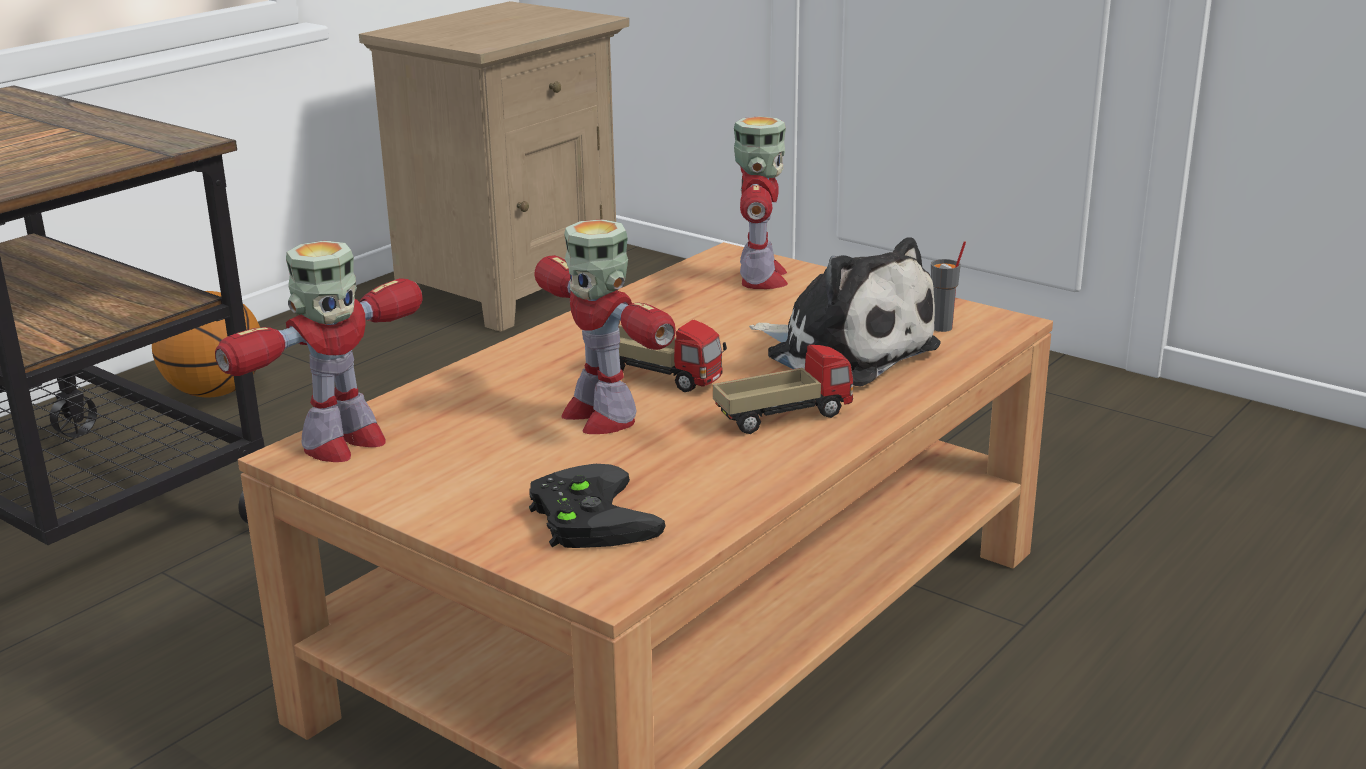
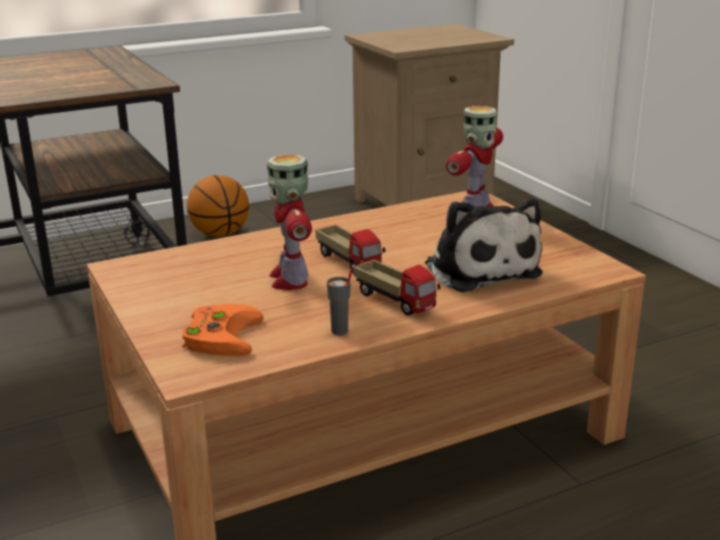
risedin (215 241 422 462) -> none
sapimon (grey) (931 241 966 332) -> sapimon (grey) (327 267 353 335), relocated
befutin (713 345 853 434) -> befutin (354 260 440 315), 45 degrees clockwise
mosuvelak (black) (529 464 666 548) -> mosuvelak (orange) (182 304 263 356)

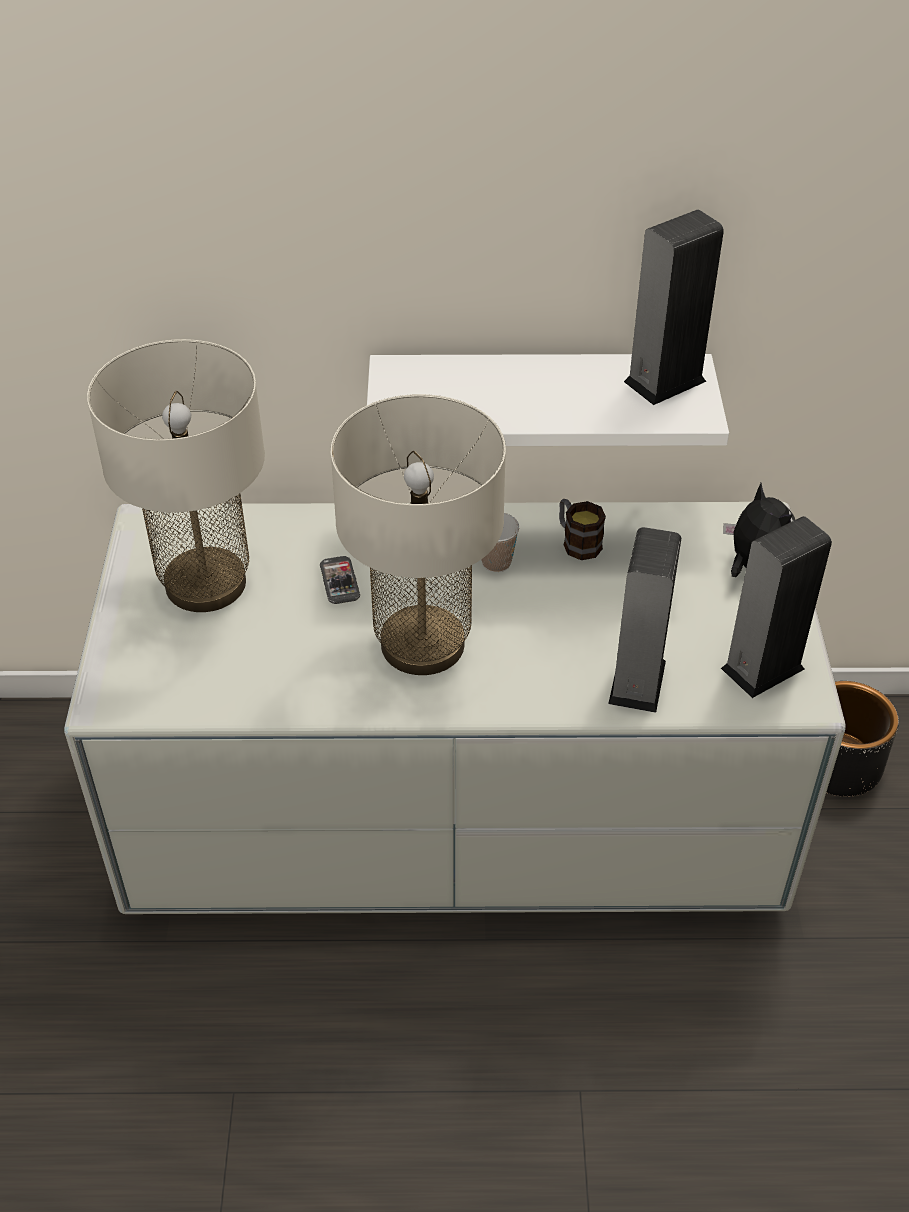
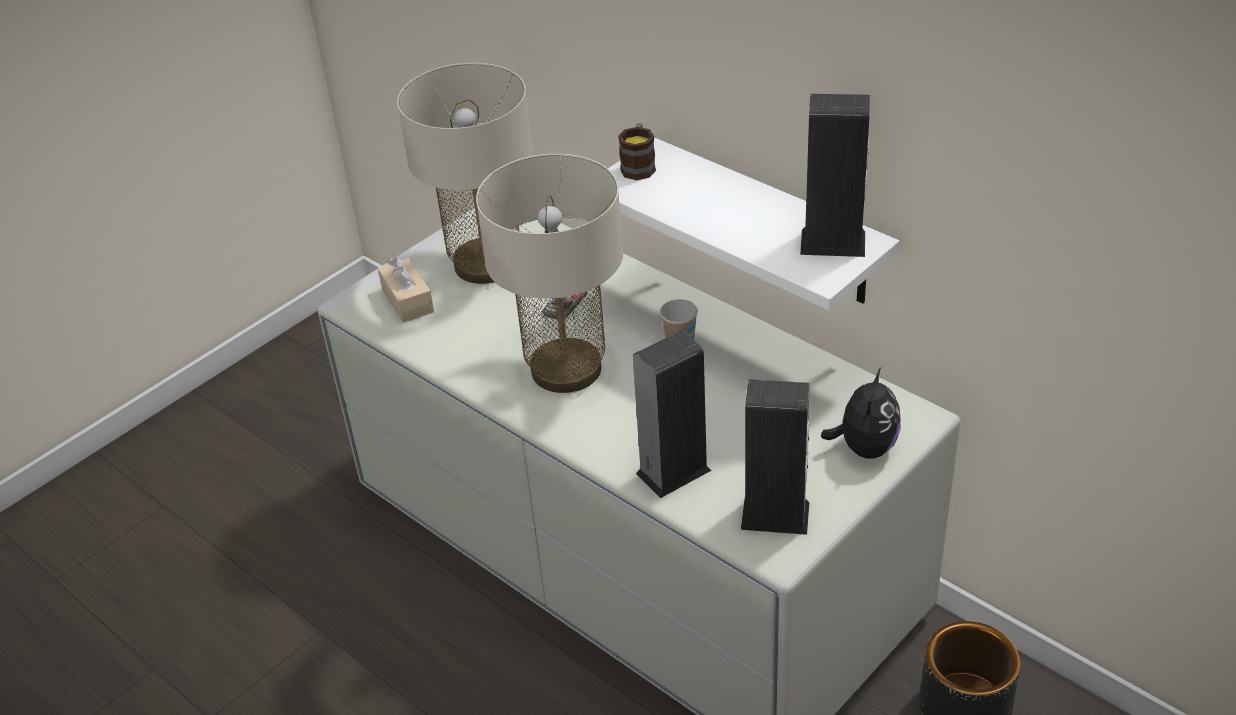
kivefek (559 499 606 560) -> kivefek (618 123 656 180), relocated
none -> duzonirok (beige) (378 257 434 323)

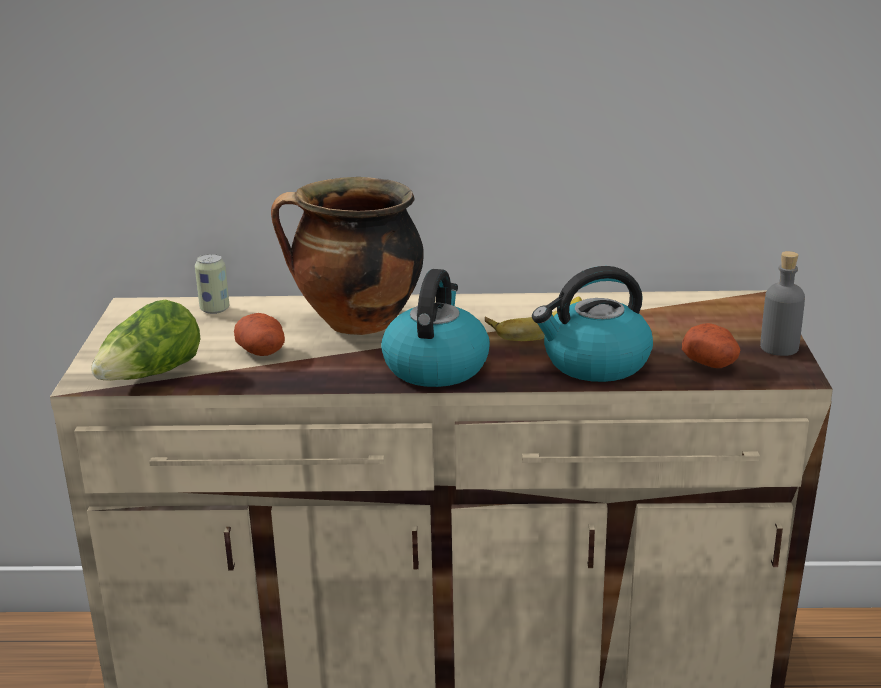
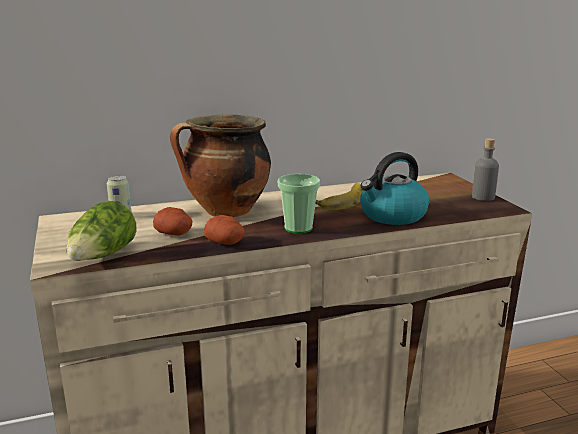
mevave (381 269 490 387) -> sapimon (278 174 320 234)
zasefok (682 323 740 368) -> zasefok (204 215 244 245), relocated

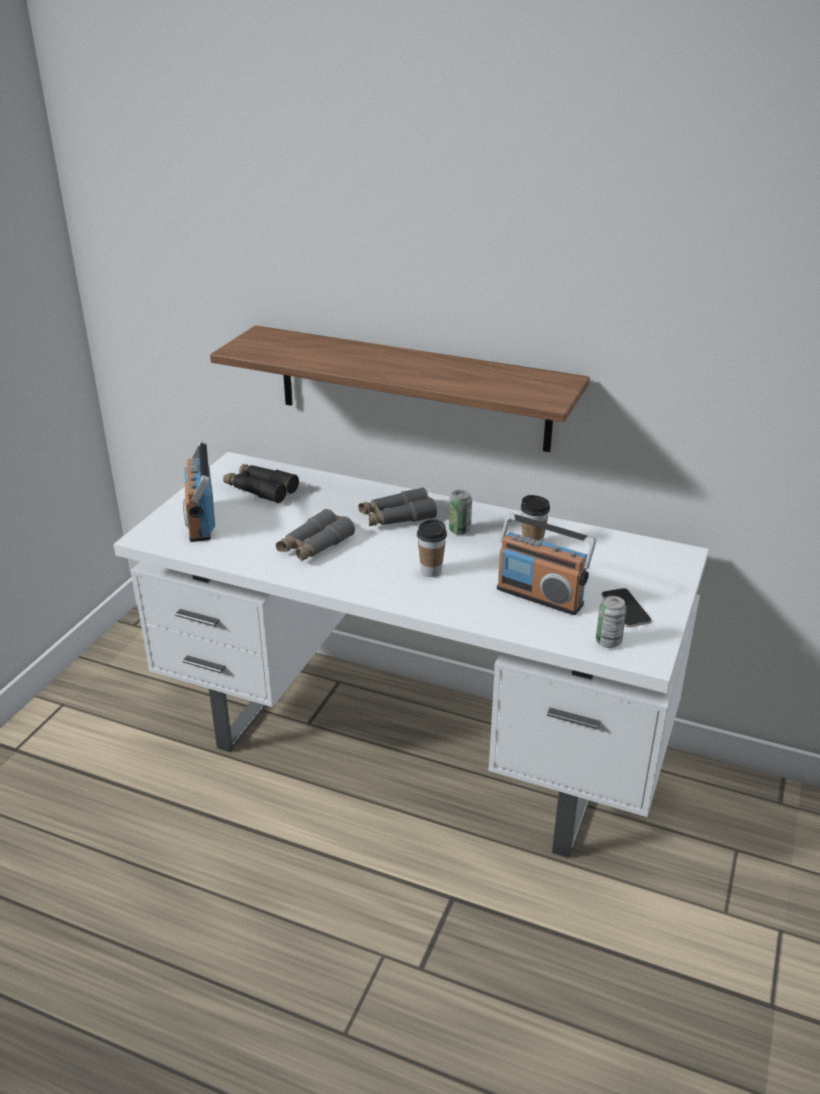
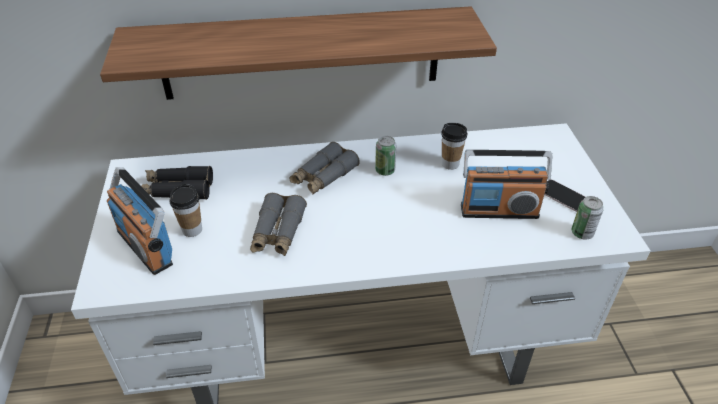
sapimon (417 519 447 577) -> sapimon (169 184 202 237), relocated

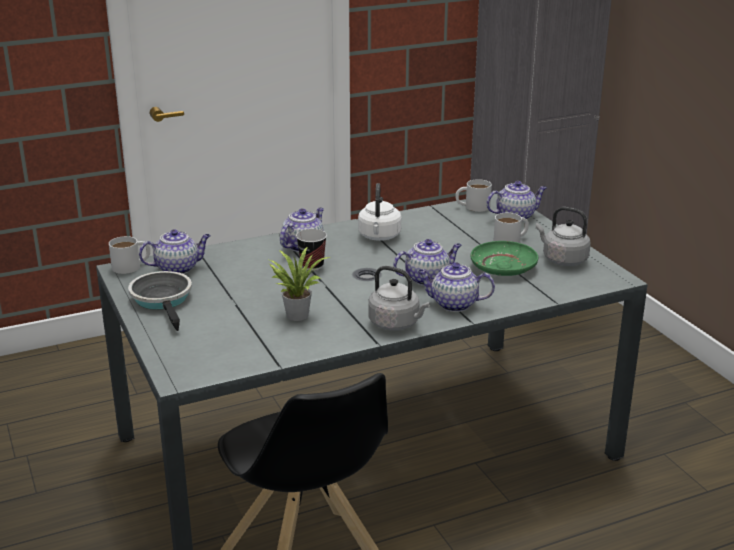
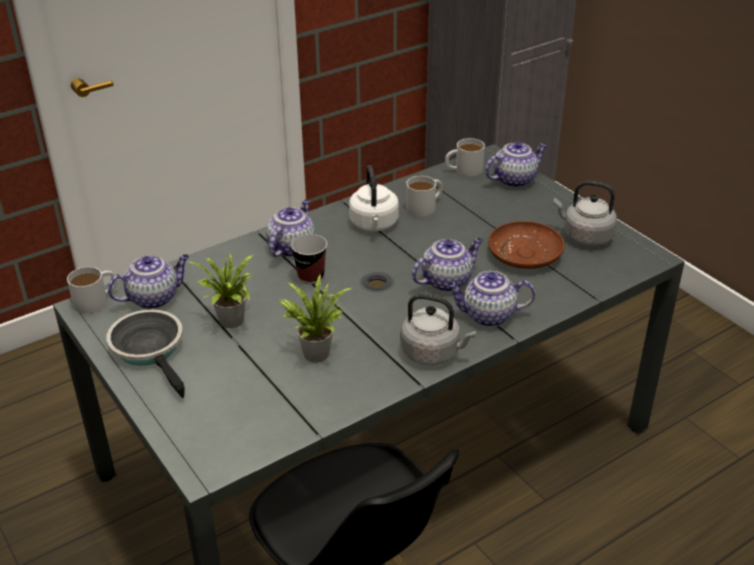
kivefek (white) (494 213 529 243) -> kivefek (white) (406 176 443 216), relocated
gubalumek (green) (470 241 538 276) -> gubalumek (brown) (488 221 564 269)
none -> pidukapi (189 253 254 328)

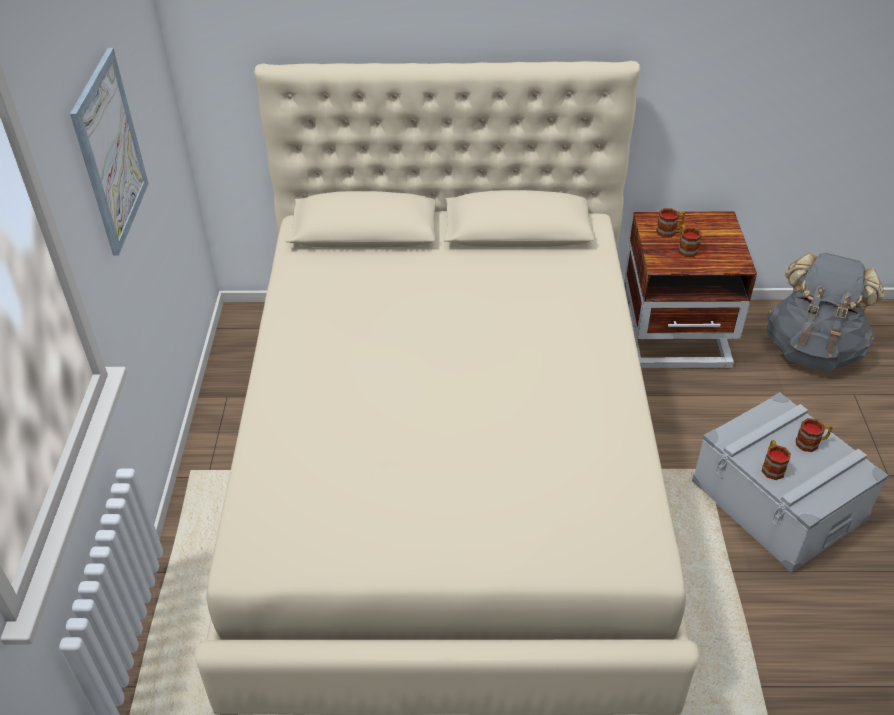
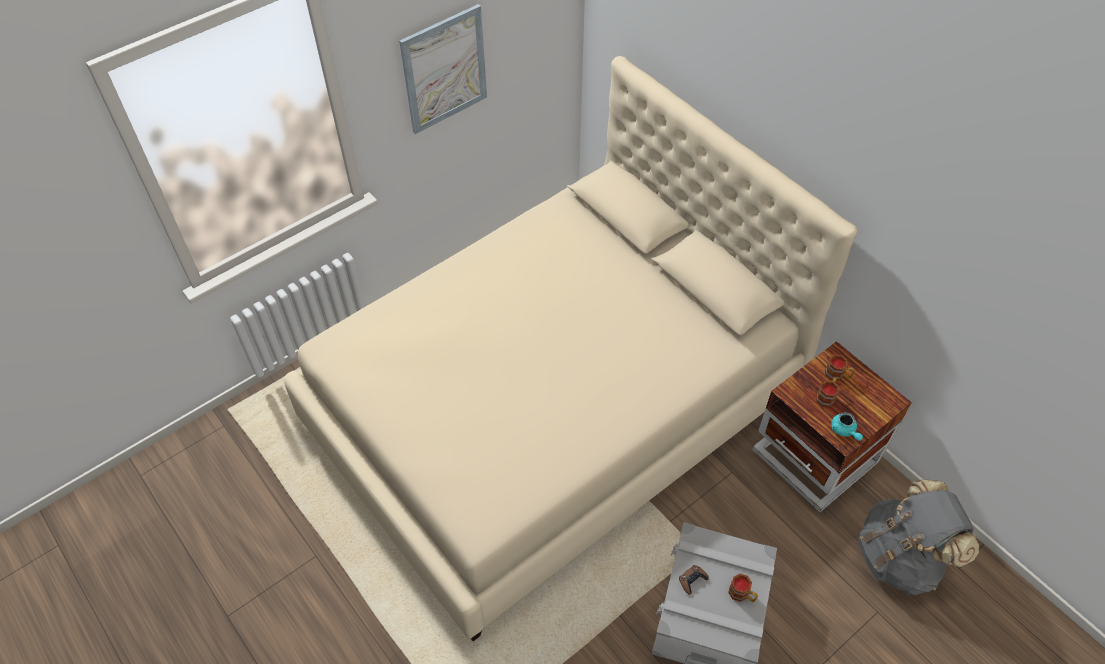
kivefek (762 440 791 480) -> mosuvelak (brown) (679 565 709 594)
none -> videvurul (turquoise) (831 412 863 441)

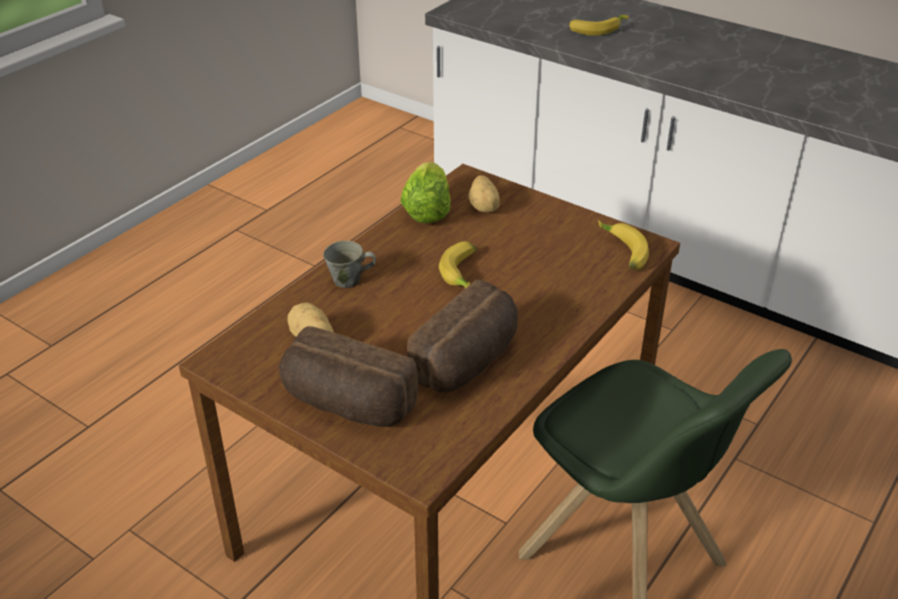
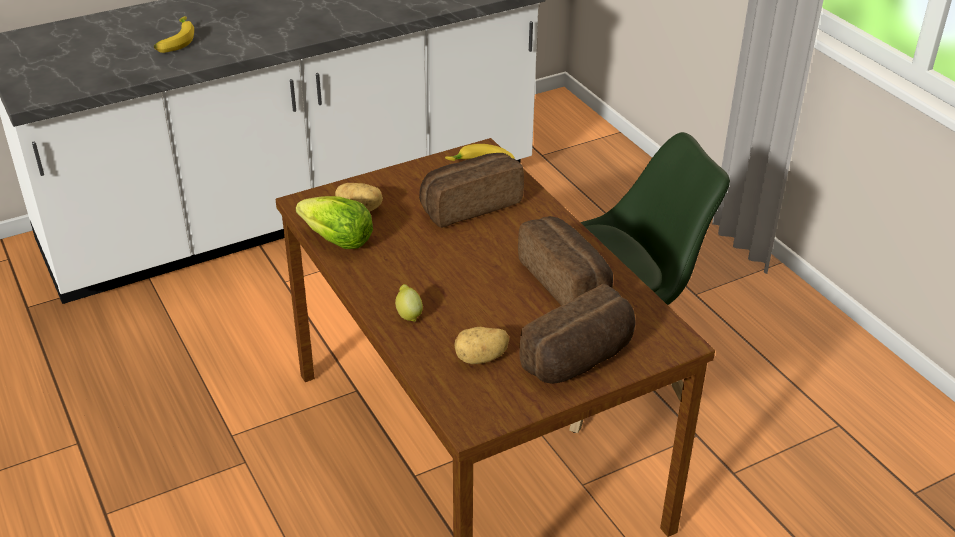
kivefek (grey) (323 241 376 288) -> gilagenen (395 284 423 322)
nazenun (439 241 476 288) -> none
none -> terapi (419 153 524 228)

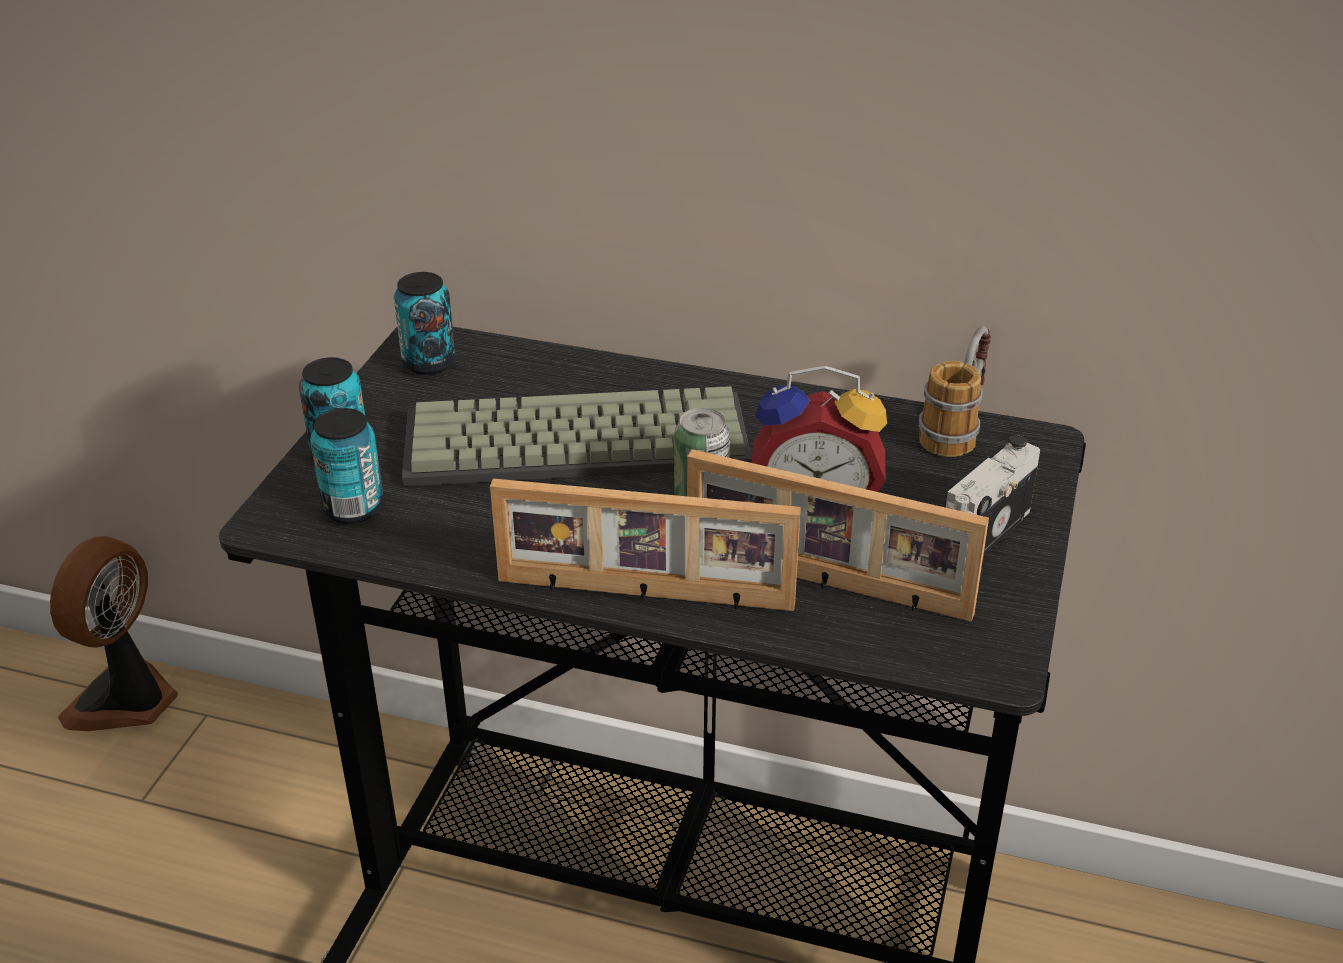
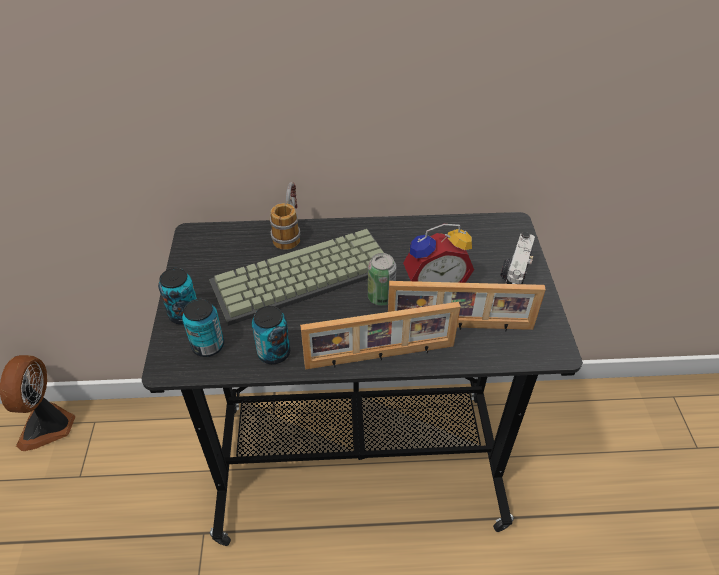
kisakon (394 272 456 375) -> kisakon (252 306 290 364), relocated
kivefek (919 326 991 457) -> kivefek (270 182 300 250), relocated

